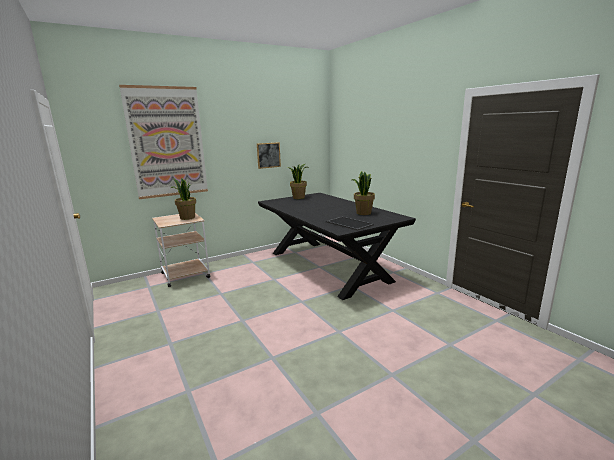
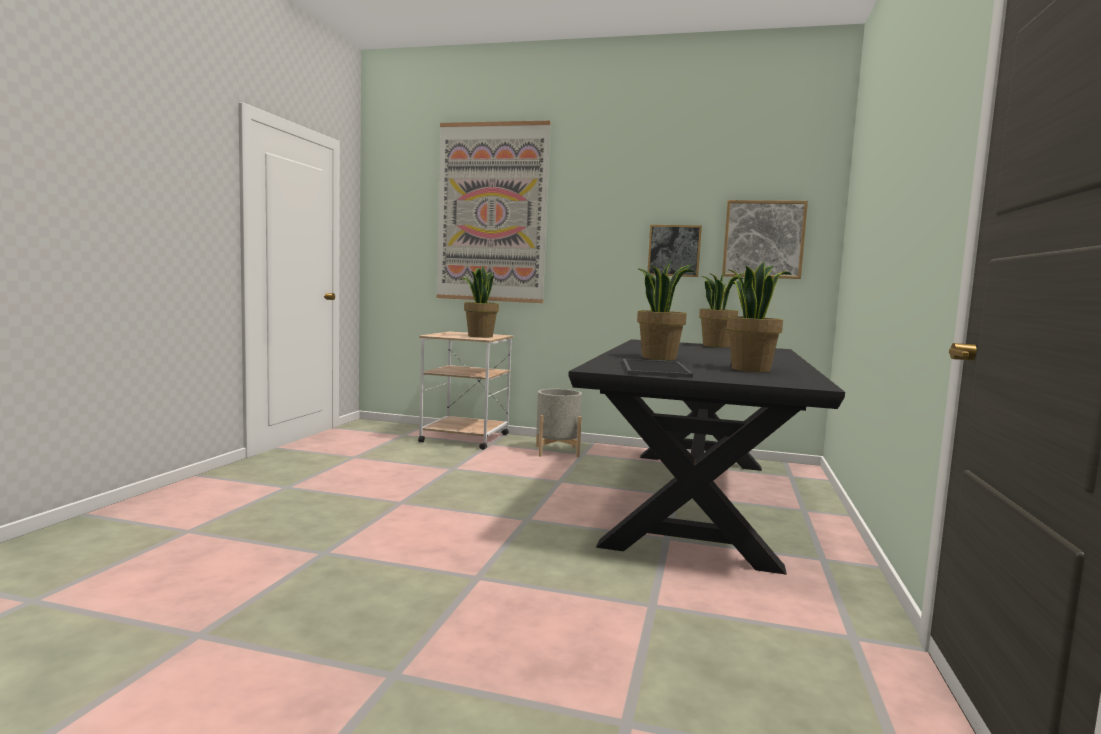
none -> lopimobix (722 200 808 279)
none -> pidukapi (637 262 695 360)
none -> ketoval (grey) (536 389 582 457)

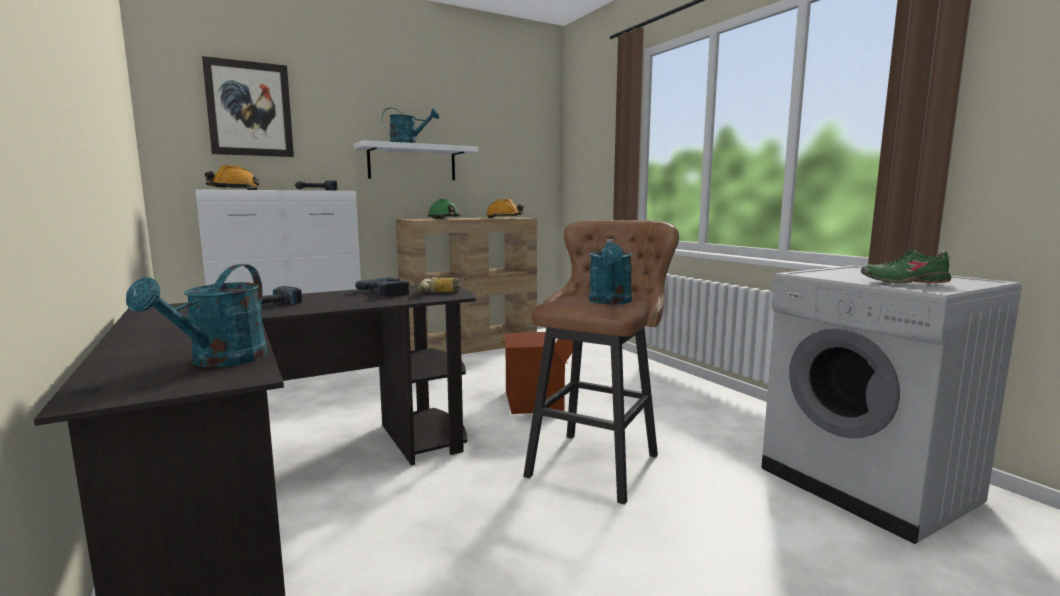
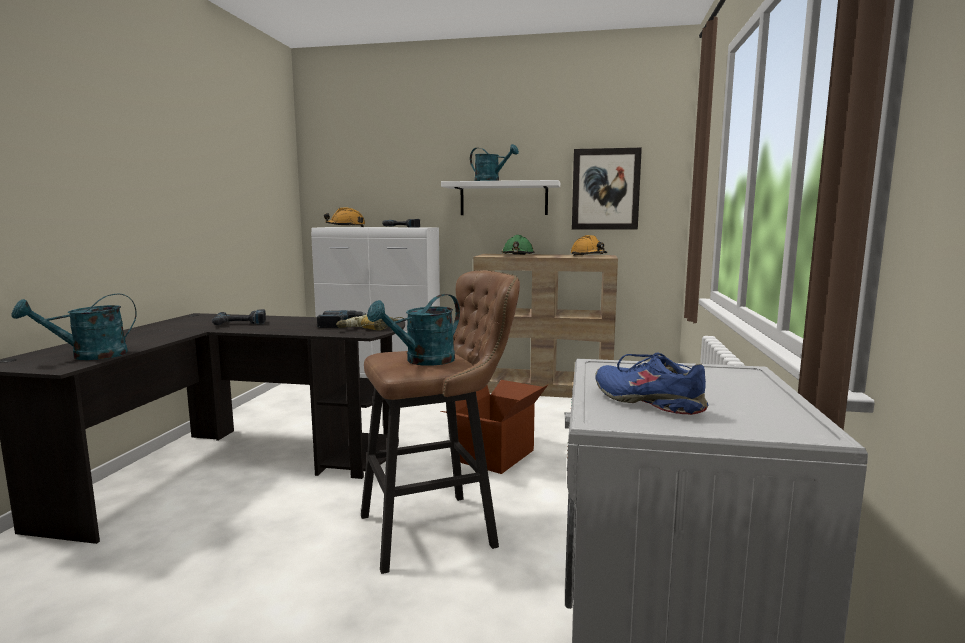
lopimobix (202 56 294 157) -> lopimobix (572 148 642 230), relocated
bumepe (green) (861 250 951 283) -> bumepe (blue) (595 353 708 415)

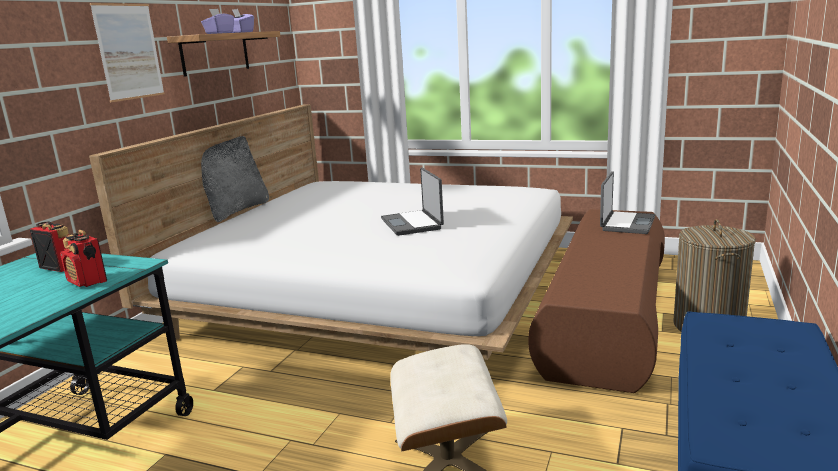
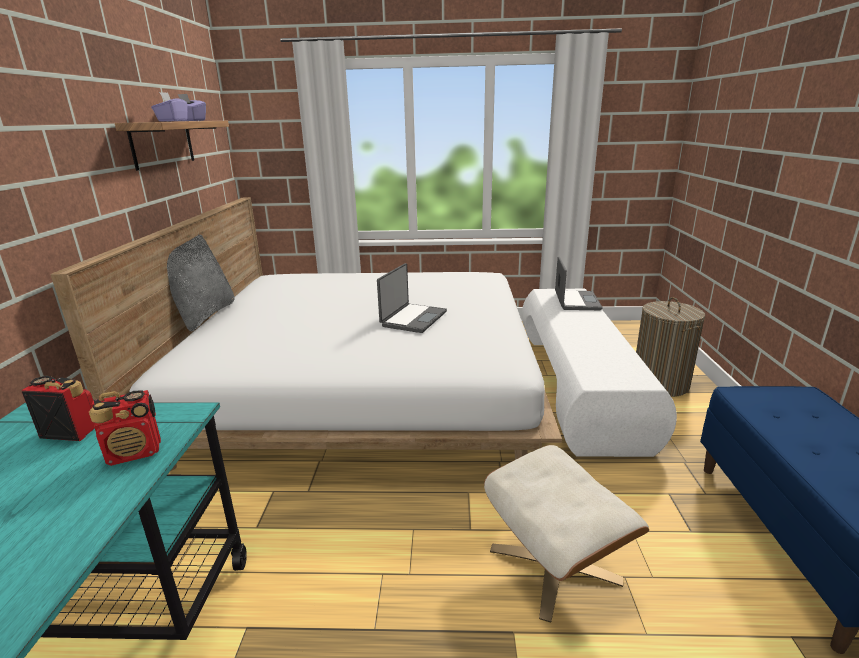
lopimobix (90 3 165 102) -> none
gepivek (381 167 444 236) -> gepivek (377 263 447 333), 120 degrees counterclockwise
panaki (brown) (528 209 665 393) -> panaki (white) (522 289 677 457)
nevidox (60 230 107 287) -> nevidox (89 390 161 466), 45 degrees counterclockwise

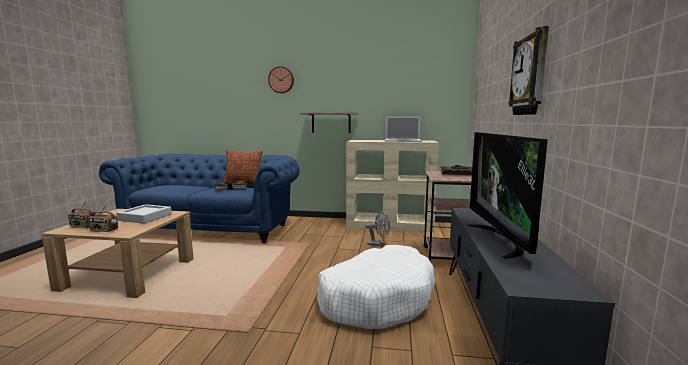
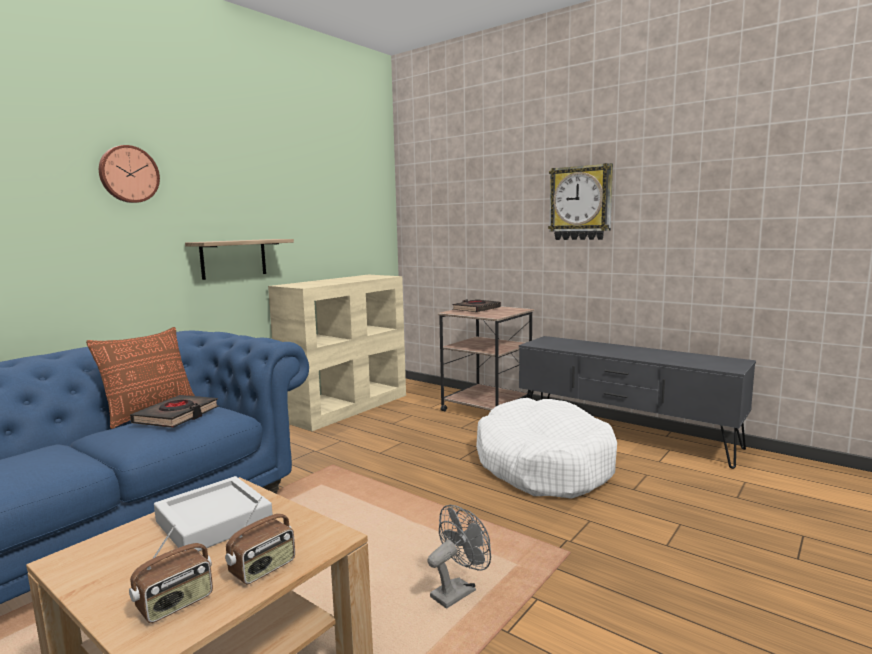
gepivek (385 117 422 142) -> none
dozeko (467 132 548 259) -> none
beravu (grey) (365 211 390 247) -> beravu (grey) (427 505 491 609), relocated

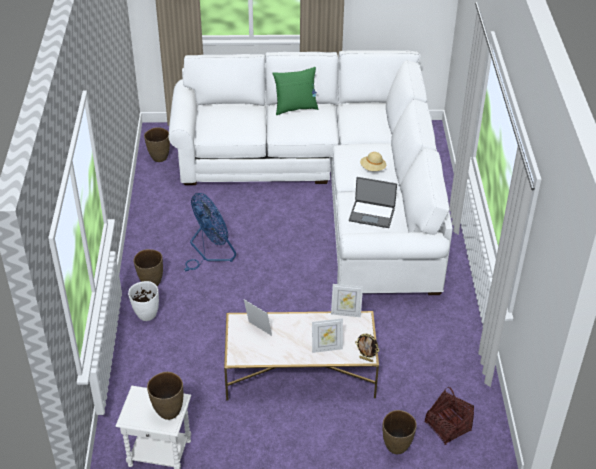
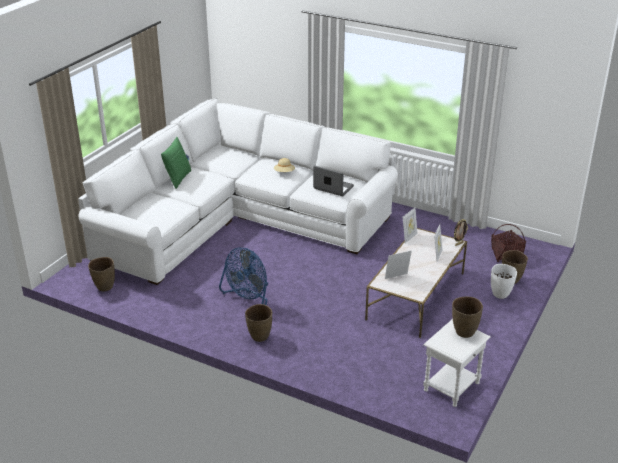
gepivek (349 177 397 228) -> gepivek (313 165 354 196), 105 degrees counterclockwise
beravu (blue) (183 193 236 271) -> beravu (blue) (219 247 268 305), 135 degrees counterclockwise
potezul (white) (128 281 159 321) -> potezul (white) (491 264 517 299), relocated

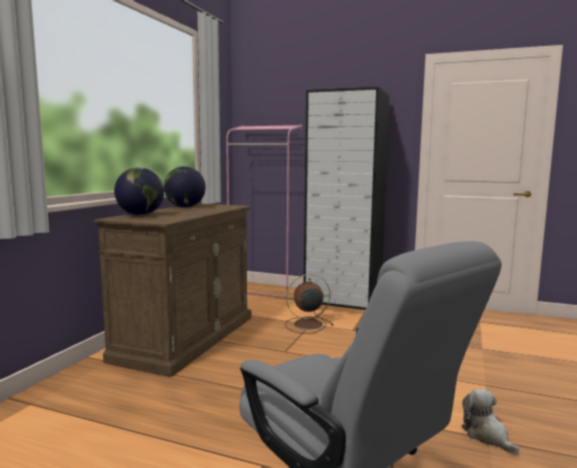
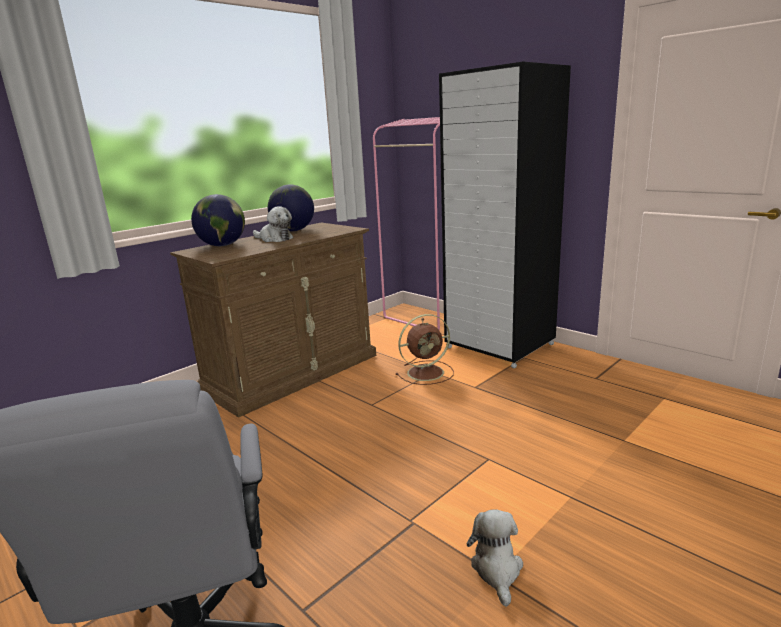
beravu (brown) (285 274 333 334) -> beravu (brown) (396 314 454 385), 150 degrees clockwise
none -> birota (253 206 293 242)

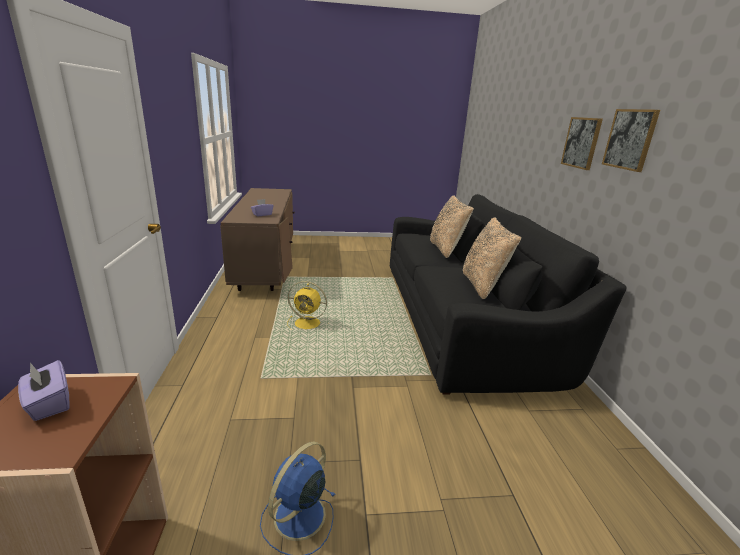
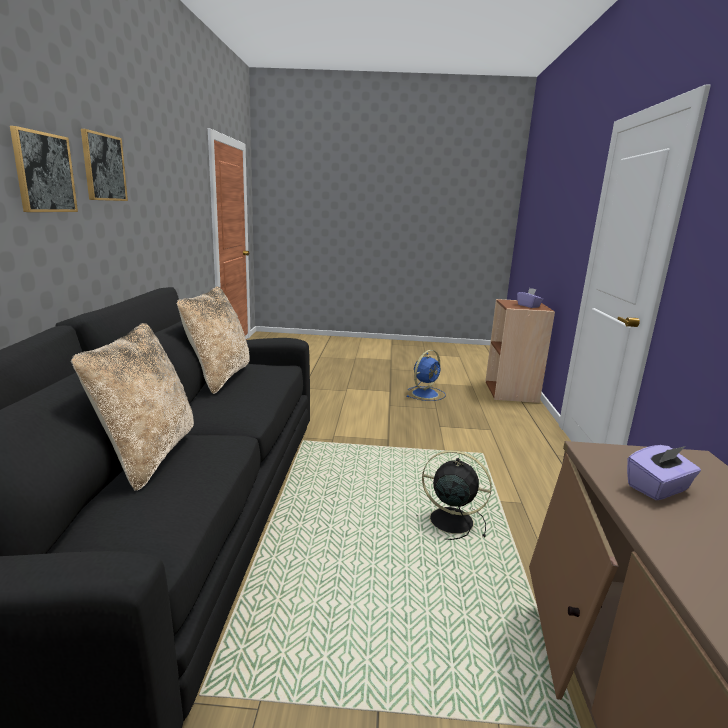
beravu (yellow) (287 281 327 330) -> beravu (black) (422 450 492 540)

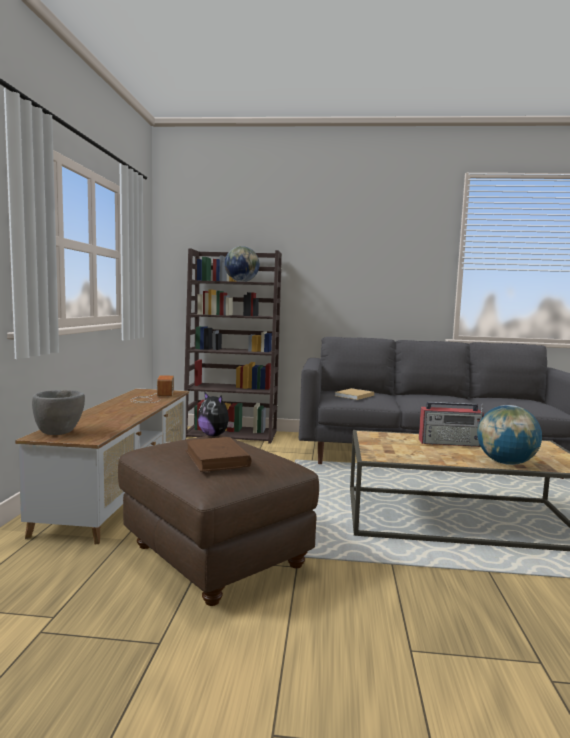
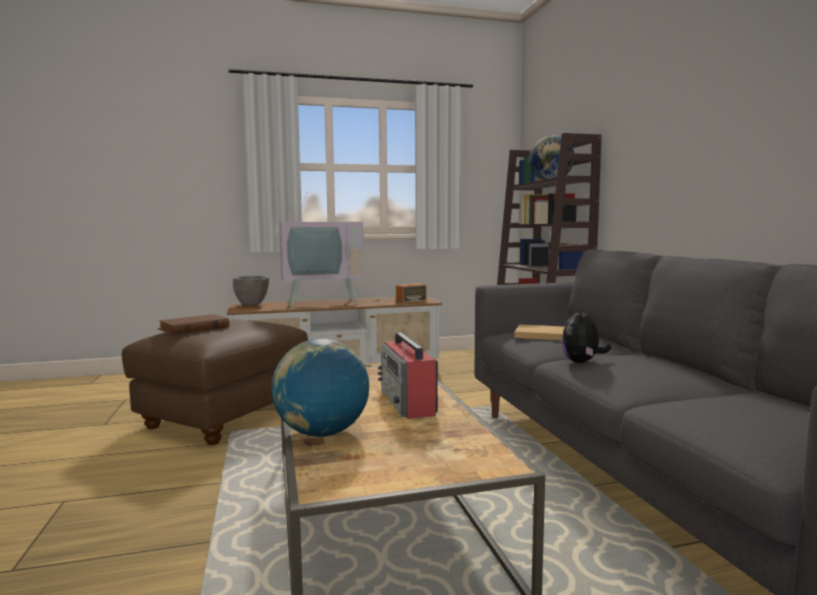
birota (198 392 234 436) -> birota (562 308 611 363), relocated
none -> dozeko (277 190 364 308)

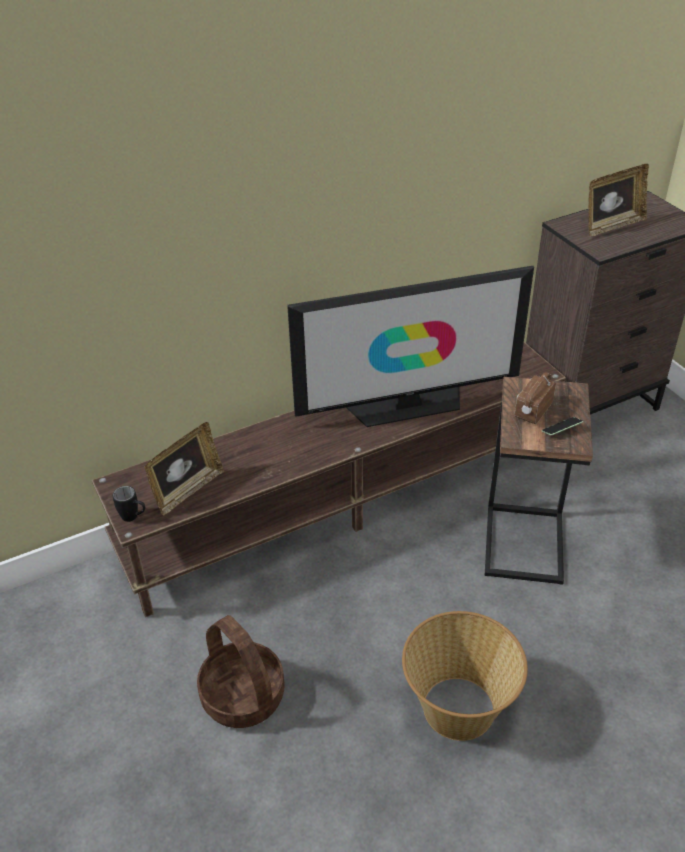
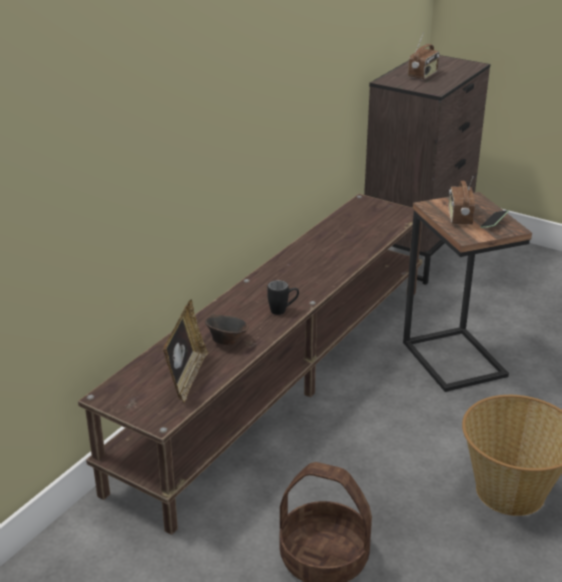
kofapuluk (588 164 649 237) -> nevidox (408 32 439 79)
dozeko (287 266 534 427) -> none
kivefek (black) (113 486 145 522) -> kivefek (black) (267 280 299 315), relocated
none -> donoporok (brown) (205 314 249 345)

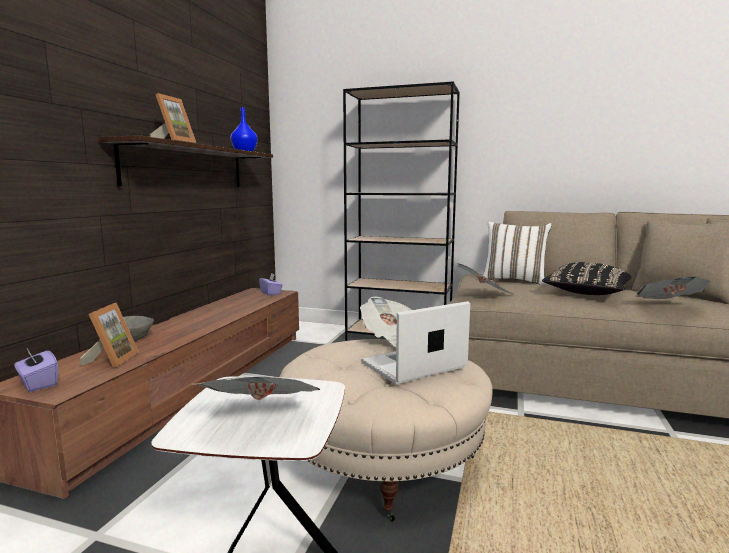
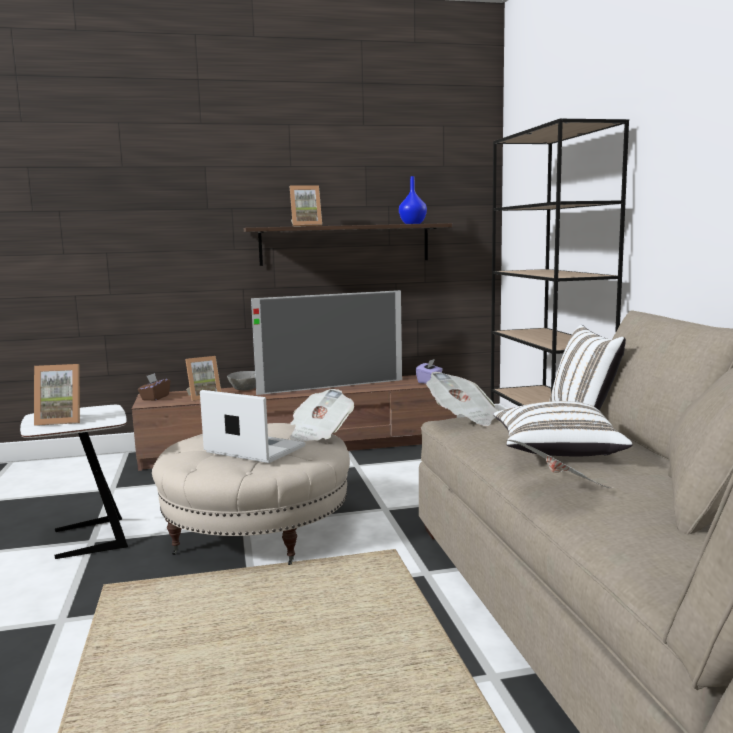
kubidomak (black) (542 262 632 295) -> kubidomak (white) (493 401 632 456)
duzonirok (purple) (14 348 58 392) -> duzonirok (brown) (138 373 170 401)
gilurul (196 377 320 400) -> kofapuluk (34 364 80 426)
none -> dozeko (251 290 402 395)

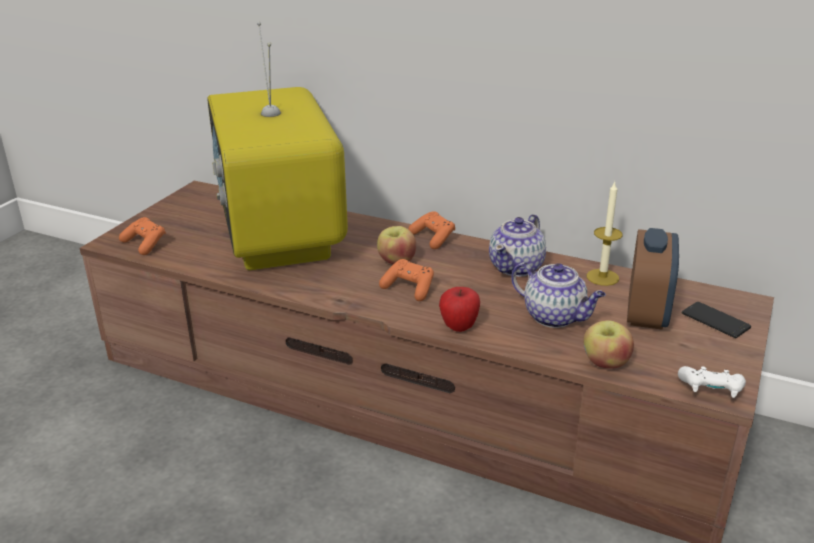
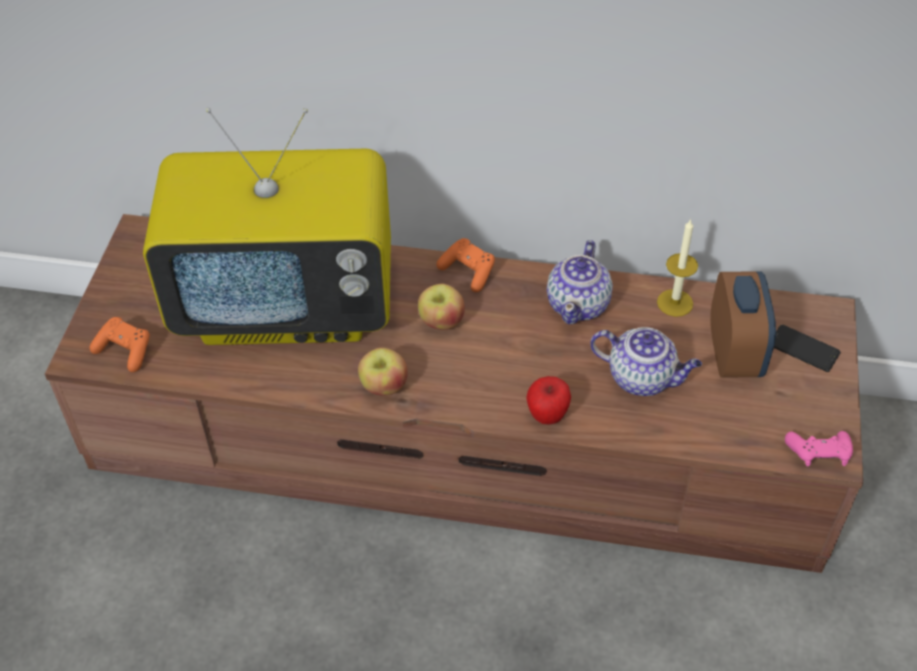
dozeko (207 22 348 270) -> dozeko (143 108 391 345), 60 degrees counterclockwise
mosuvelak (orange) (379 259 434 301) -> none
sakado (584 320 634 369) -> sakado (358 347 408 396), relocated
mosuvelak (white) (678 366 746 398) -> mosuvelak (pink) (785 431 853 467)

